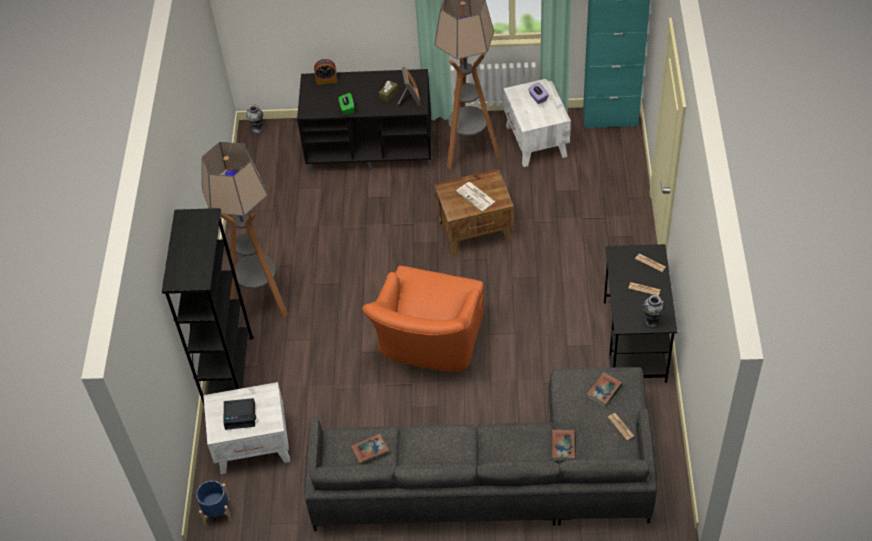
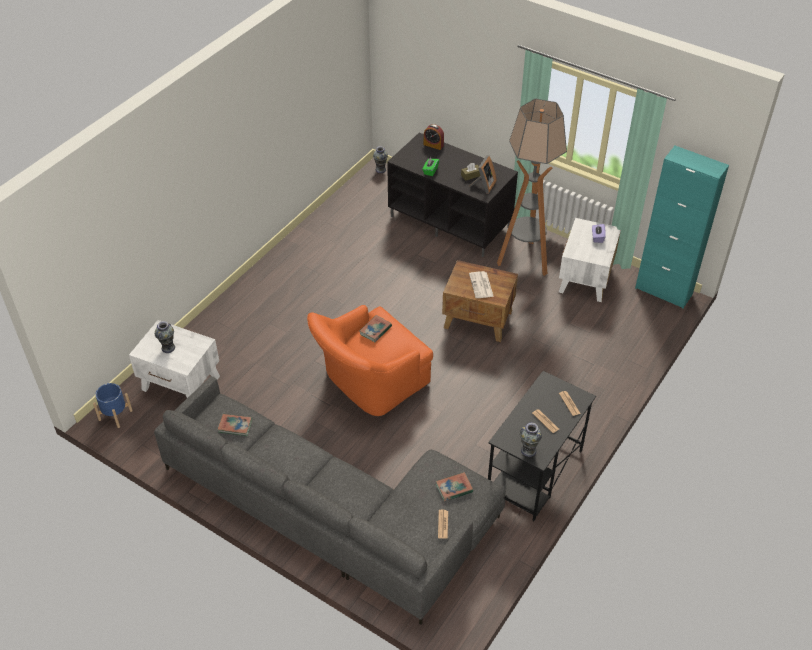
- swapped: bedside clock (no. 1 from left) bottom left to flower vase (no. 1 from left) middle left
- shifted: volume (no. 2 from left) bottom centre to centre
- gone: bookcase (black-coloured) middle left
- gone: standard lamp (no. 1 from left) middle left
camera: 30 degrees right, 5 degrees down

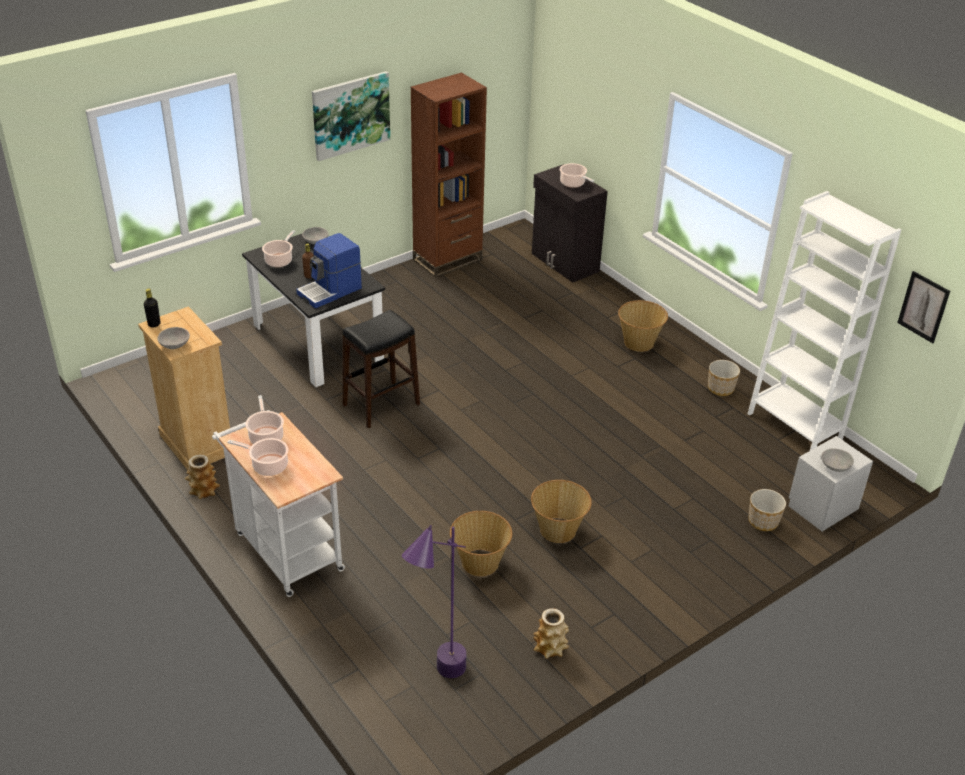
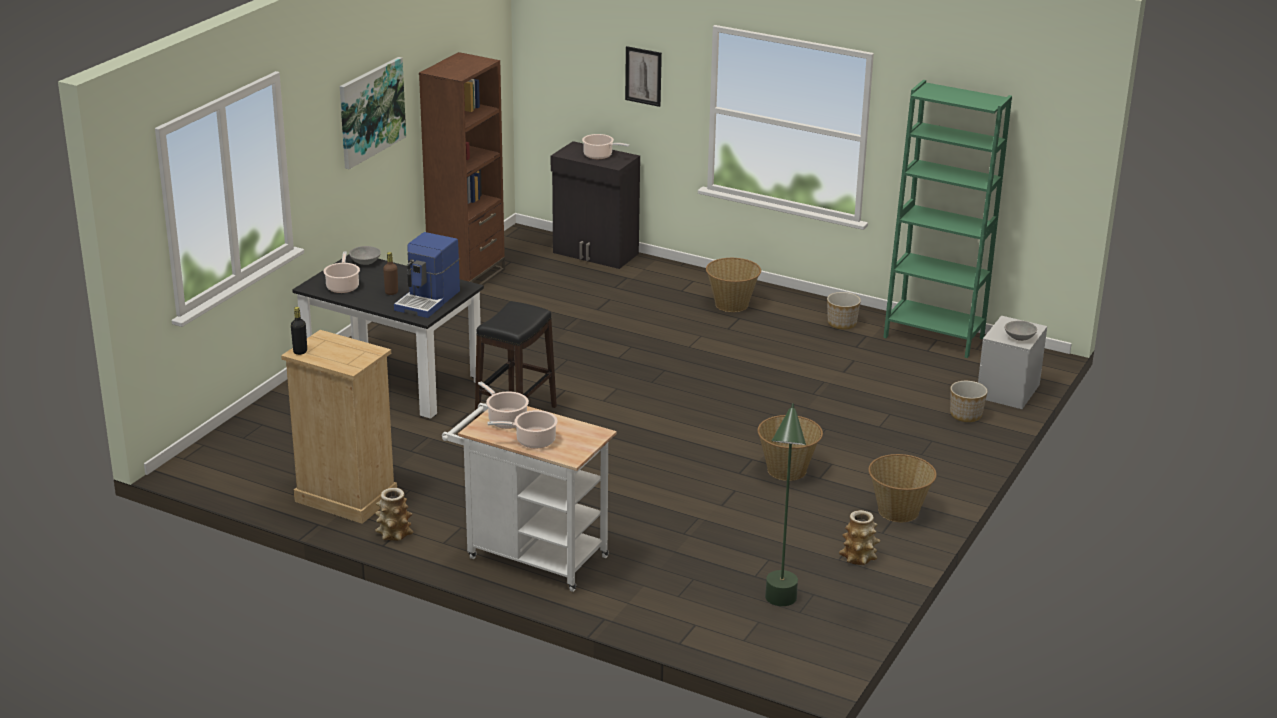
- shifted: picture (no. 2 from left) middle right to top centre
- repainted: standard lamp (purplish) bottom centre to standard lamp (green) bottom centre
- shifted: storage basket (no. 1 from left in the first image) bottom centre to storage basket (no. 3 from left) bottom right
- repainted: bookcase (white) middle right to bookcase (green) top right
- gone: deep dish (grey) (no. 1 from left) middle left
camera: 25 degrees left, 10 degrees down

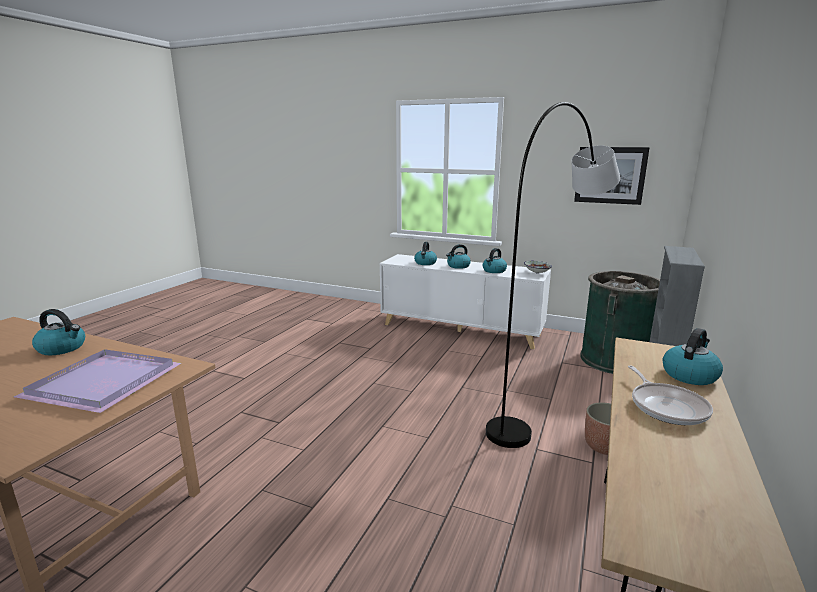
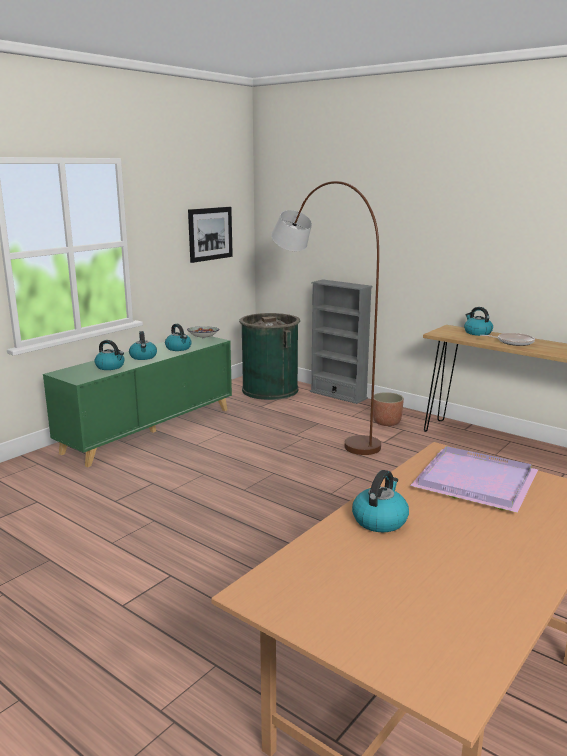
- repainted: storage cabinet (white) centre to storage cabinet (green) middle left
- repainted: standard lamp (grey) middle right to standard lamp (brown) centre
camera: 75 degrees left, 0 degrees up

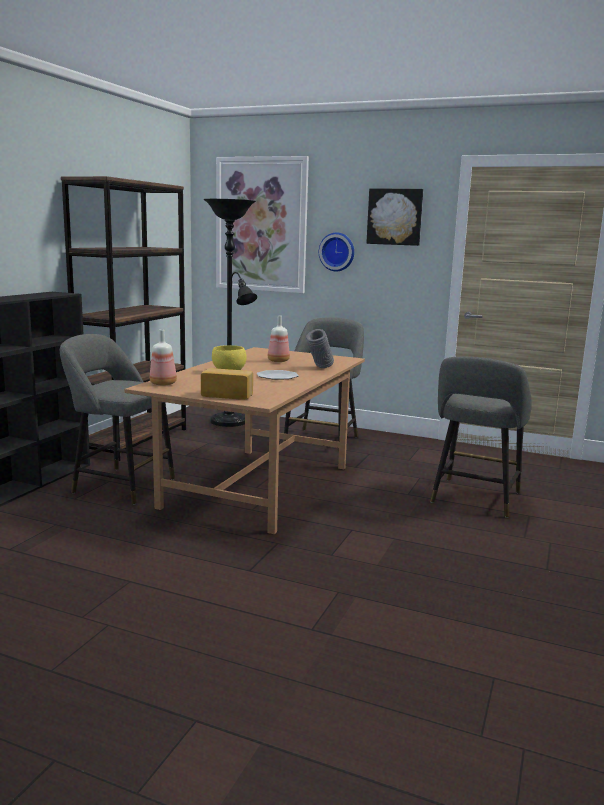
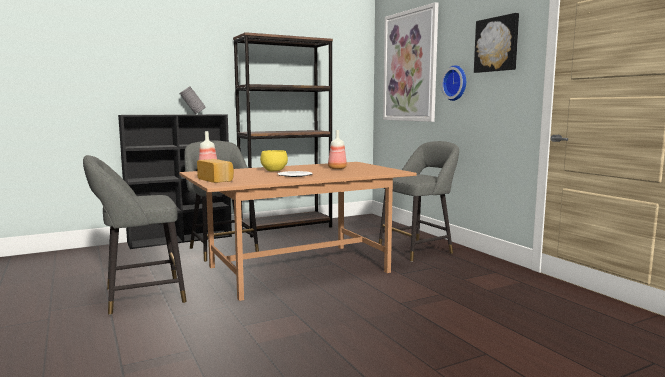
- shifted: stool seat (grey) (no. 3 from left in the first image) middle right to stool seat (grey) (no. 1 from left) middle left
- shifted: flower vase (grey) centre to top left
- gone: standard lamp (black-coloured) centre
camera: 40 degrees right, 5 degrees down

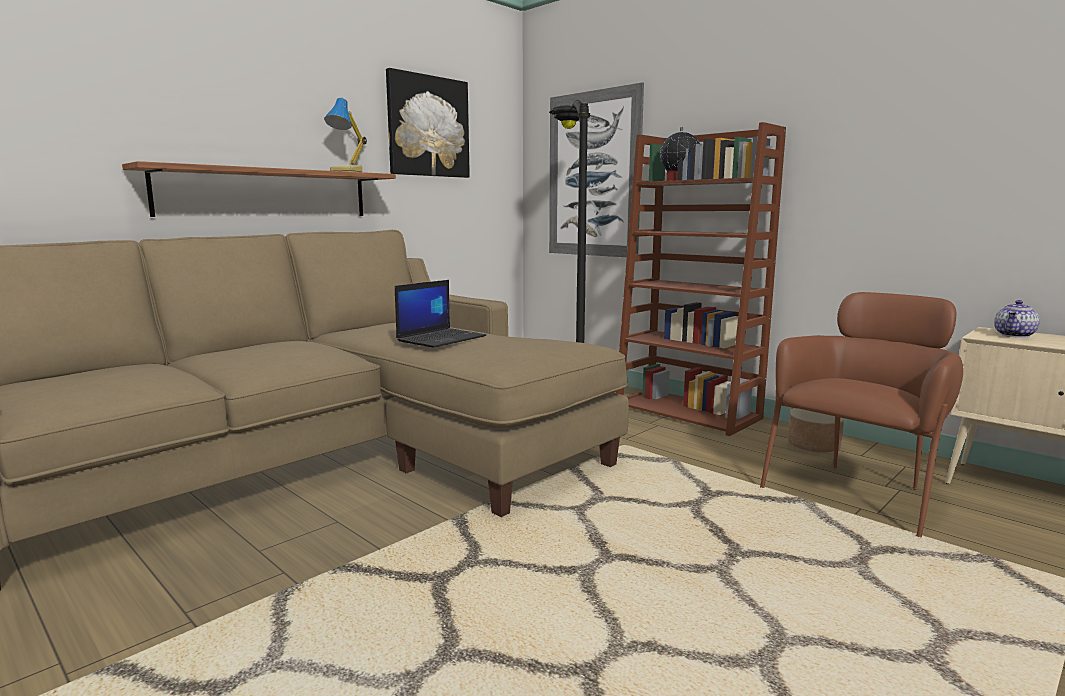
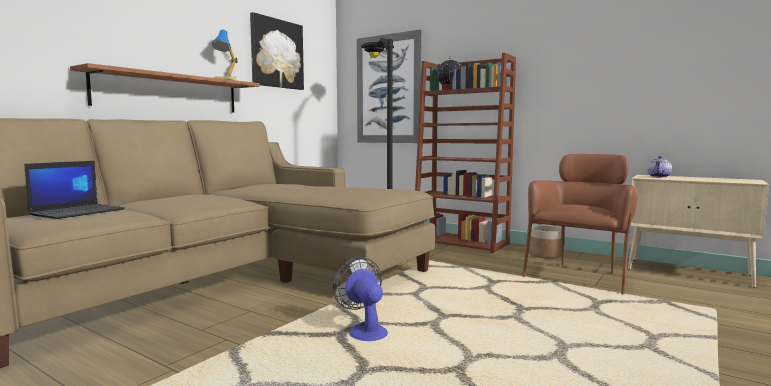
- shifted: portable computer centre to middle left
- new: electric fan bottom centre
camera: 10 degrees left, 5 degrees down

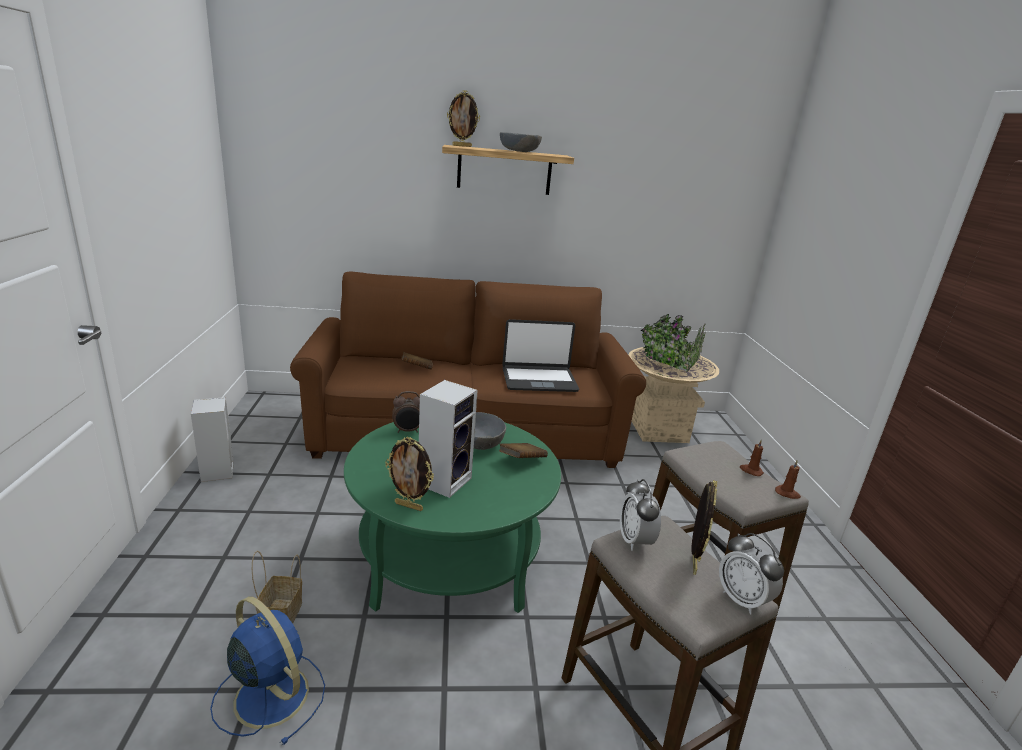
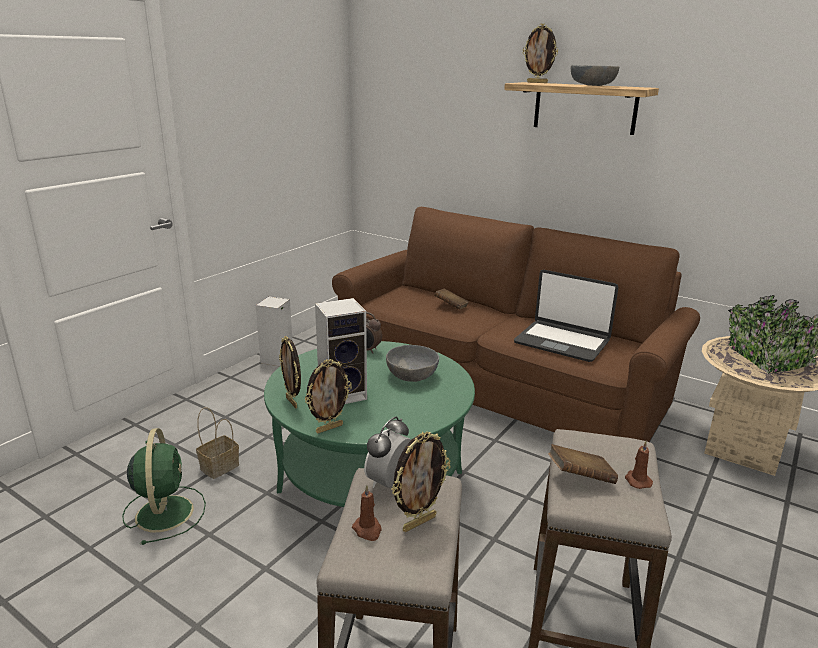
- repainted: electric fan (blue) bottom left to electric fan (green) bottom left
- new: standing frame (no. 2 from left) centre
- shifted: candle (brown) (no. 2 from left in the first image) middle right to candle (brown) (no. 1 from left) bottom centre
- shifted: volume (brown) (no. 2 from left) centre to bottom right
- gone: bedside clock (no. 3 from left) bottom right
camera: 40 degrees right, 0 degrees up

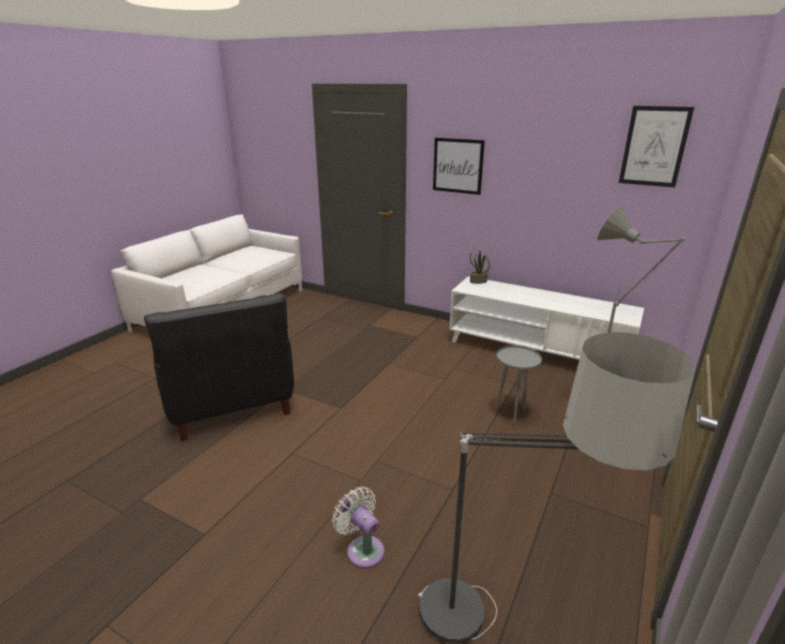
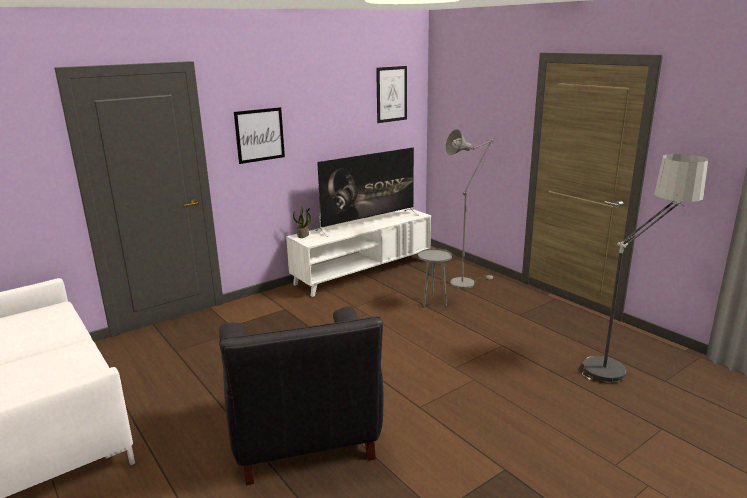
- rotated: lounge chair (black-coloured) middle left = bottom centre 75 degrees clockwise
- new: television centre
- gone: electric fan (white) bottom centre
camera: 65 degrees left, 5 degrees down

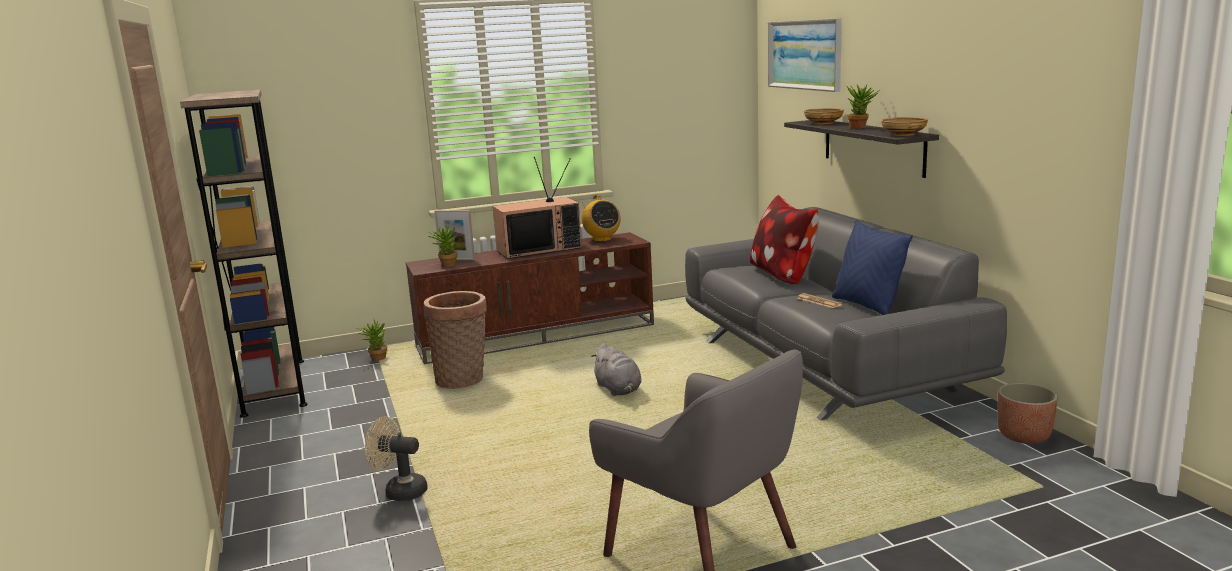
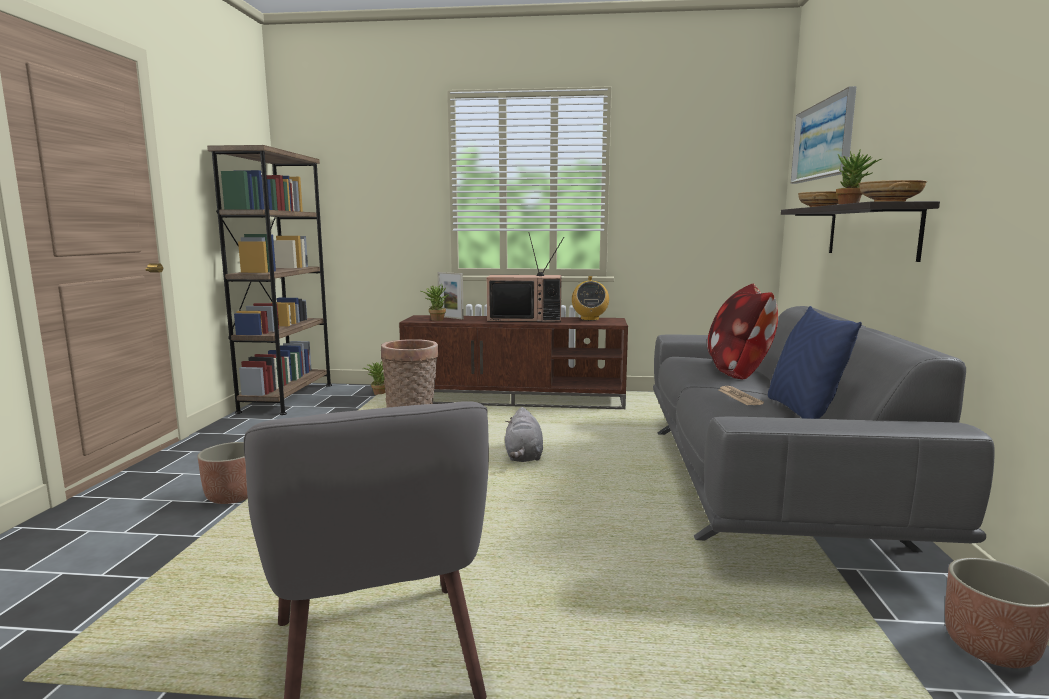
- swapped: electric fan (beige) bottom left to flower pot (no. 1 from left) bottom left
camera: 25 degrees right, 5 degrees down

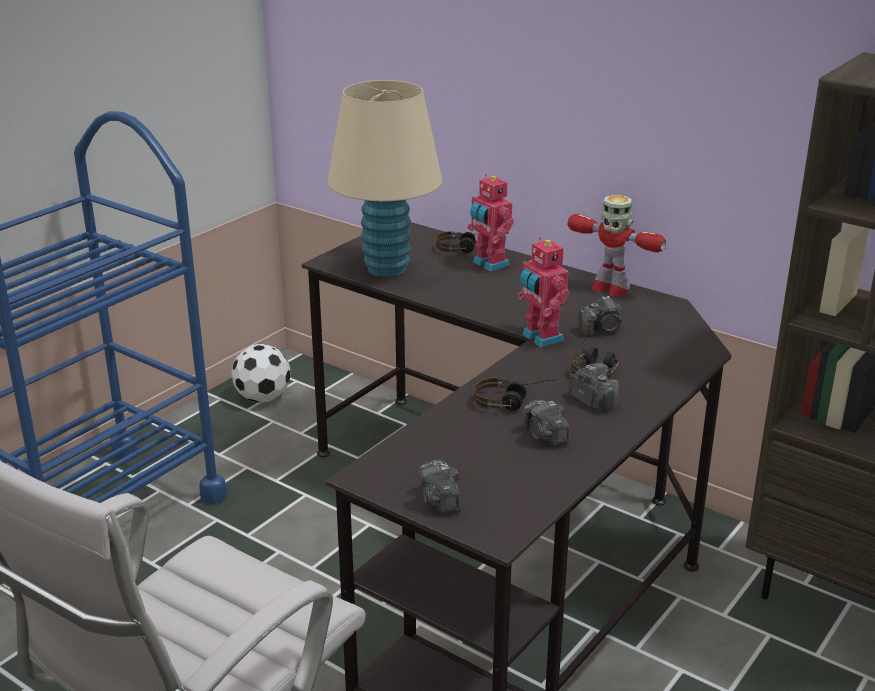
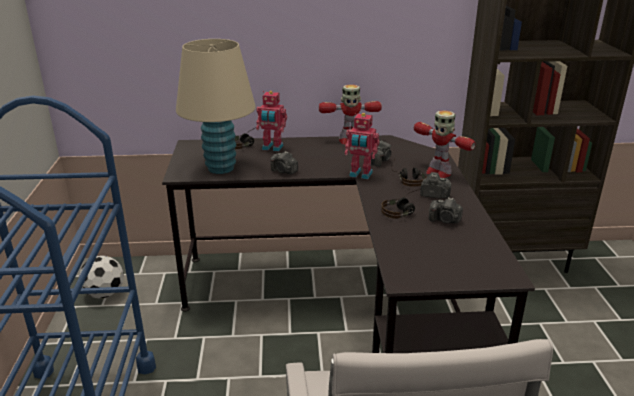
- shifted: photo camera (no. 1 from left) bottom centre to centre
- new: robot figure (no. 4 from left) middle right
camera: 40 degrees left, 0 degrees up

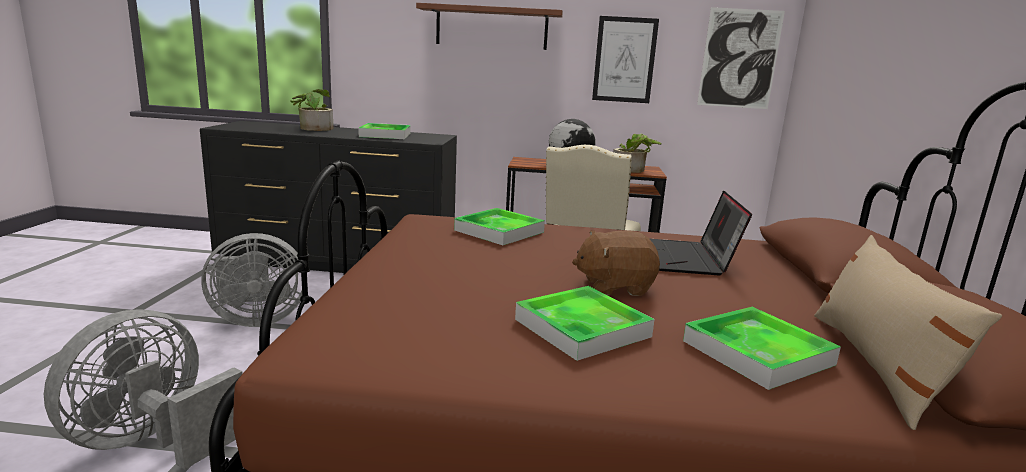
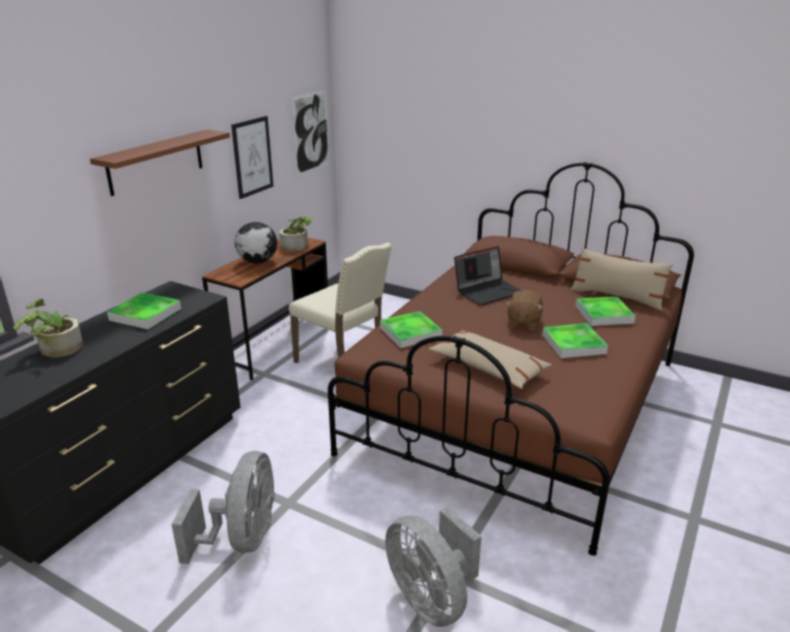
- new: cushion (beige) (no. 1 from left) centre
- rotated: portable computer middle right = centre 60 degrees counterclockwise
camera: 65 degrees left, 10 degrees up

